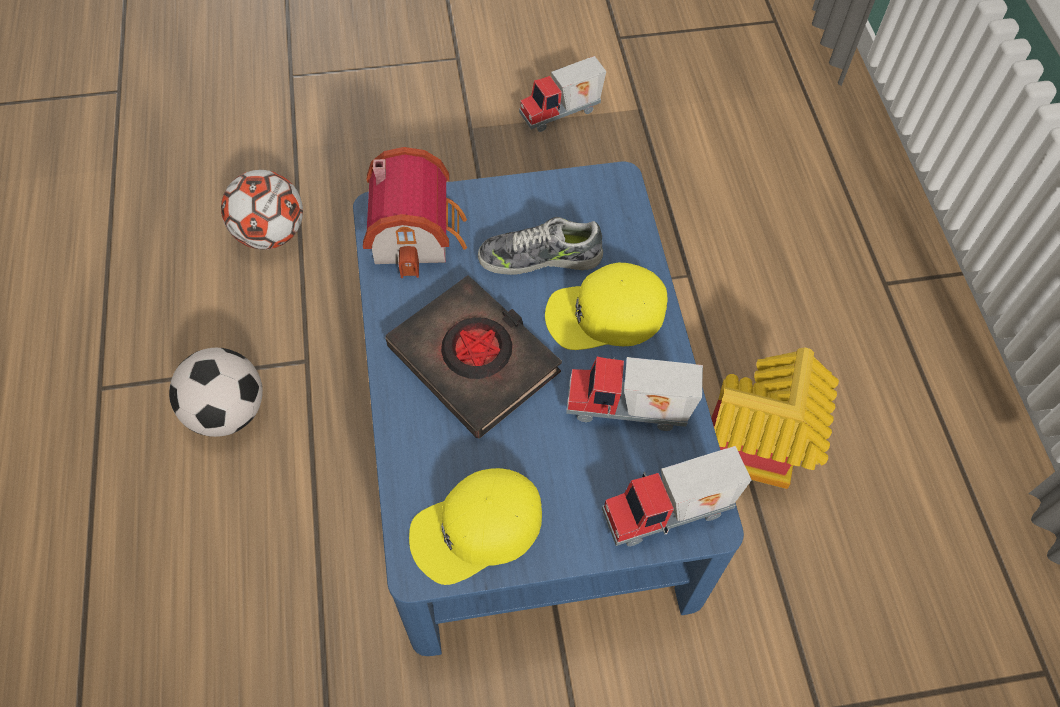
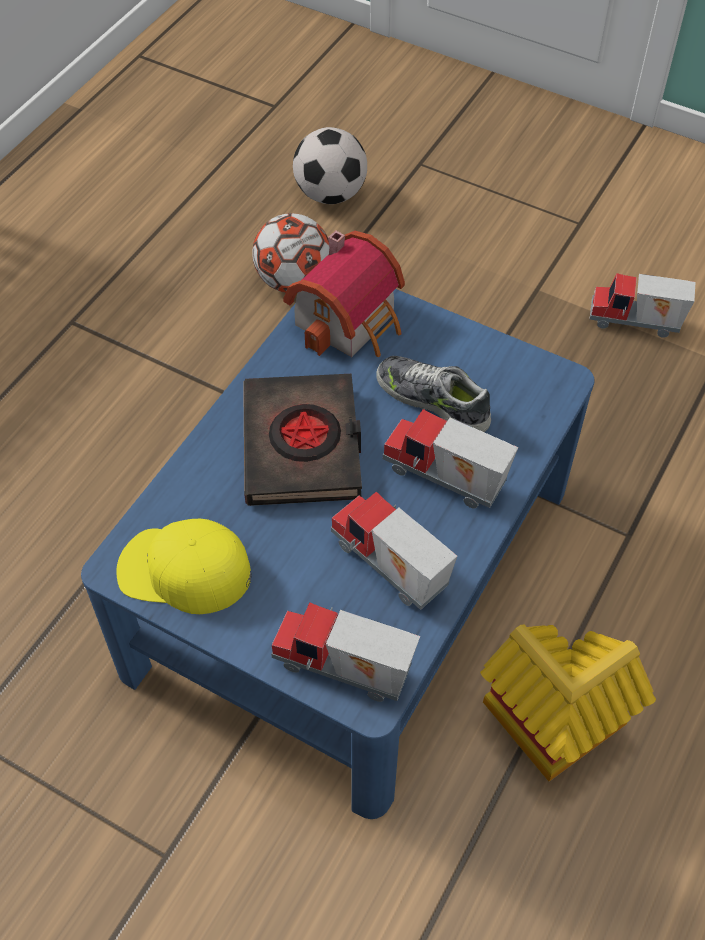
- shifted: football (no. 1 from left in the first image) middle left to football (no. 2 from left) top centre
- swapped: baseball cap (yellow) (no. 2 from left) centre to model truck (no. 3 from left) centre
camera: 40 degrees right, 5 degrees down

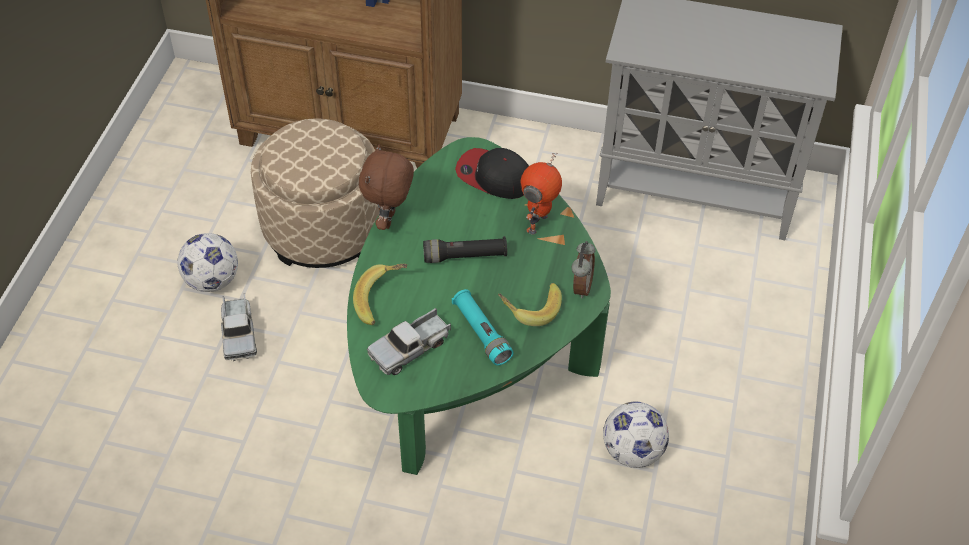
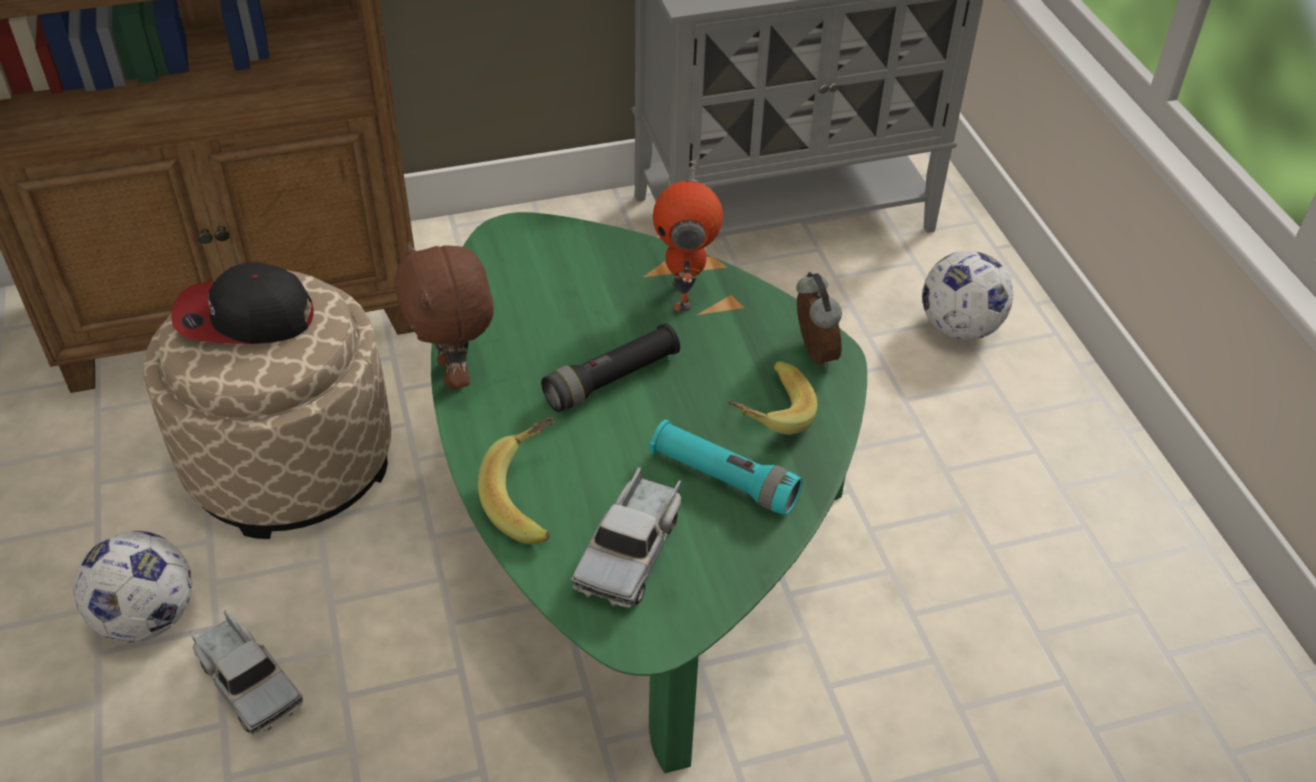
- shifted: baseball cap top centre to middle left
- shifted: football (no. 2 from left) bottom centre to middle right
camera: 30 degrees left, 5 degrees down

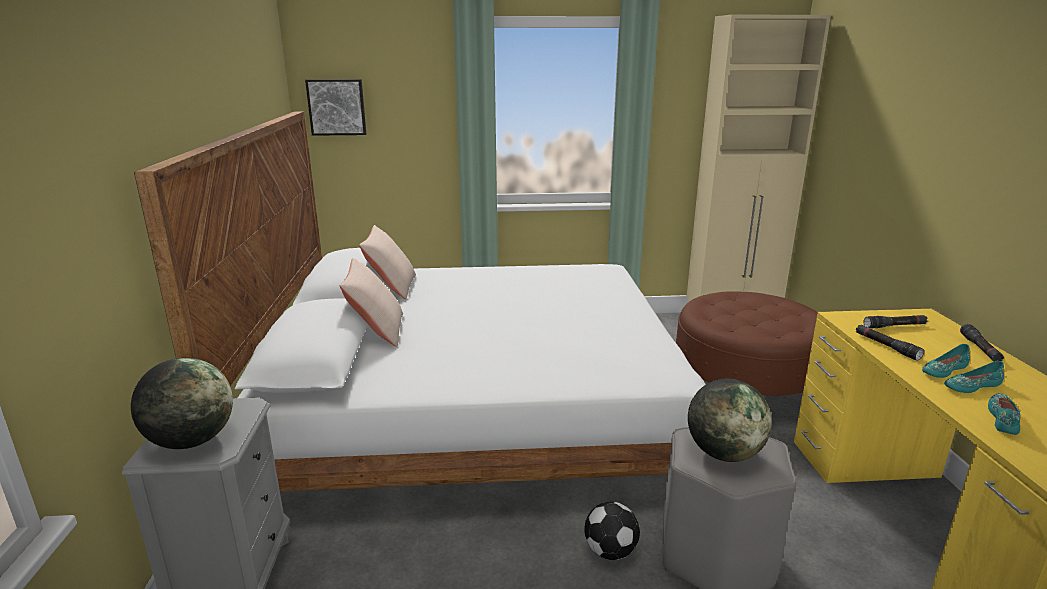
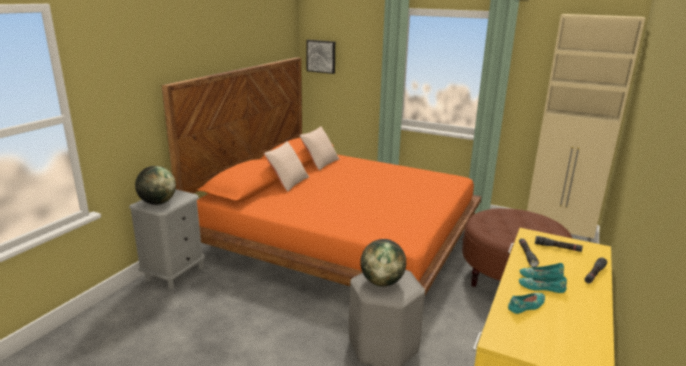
- repainted: bed (white) centre to bed (orange-coloured) centre
- gone: football bottom centre
camera: 30 degrees right, 0 degrees up

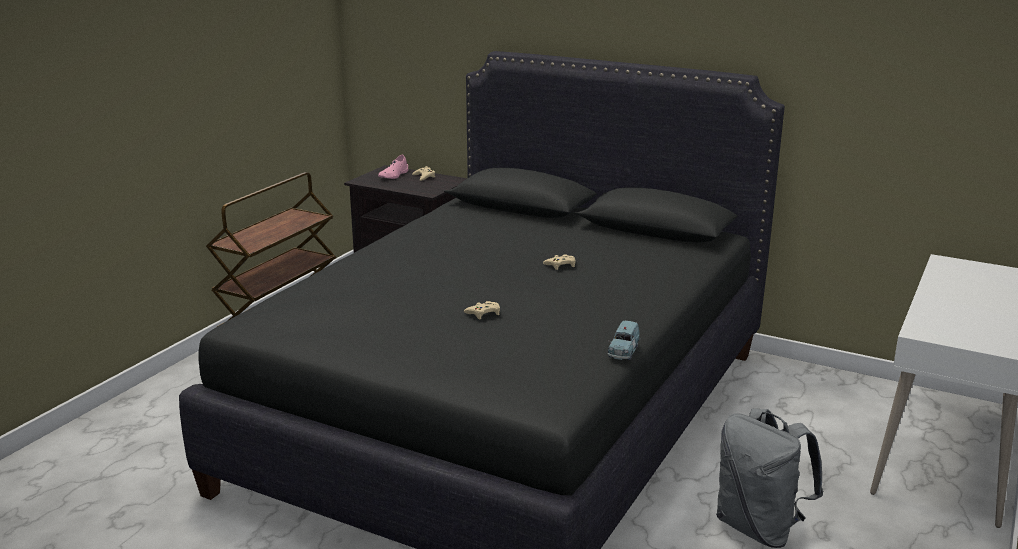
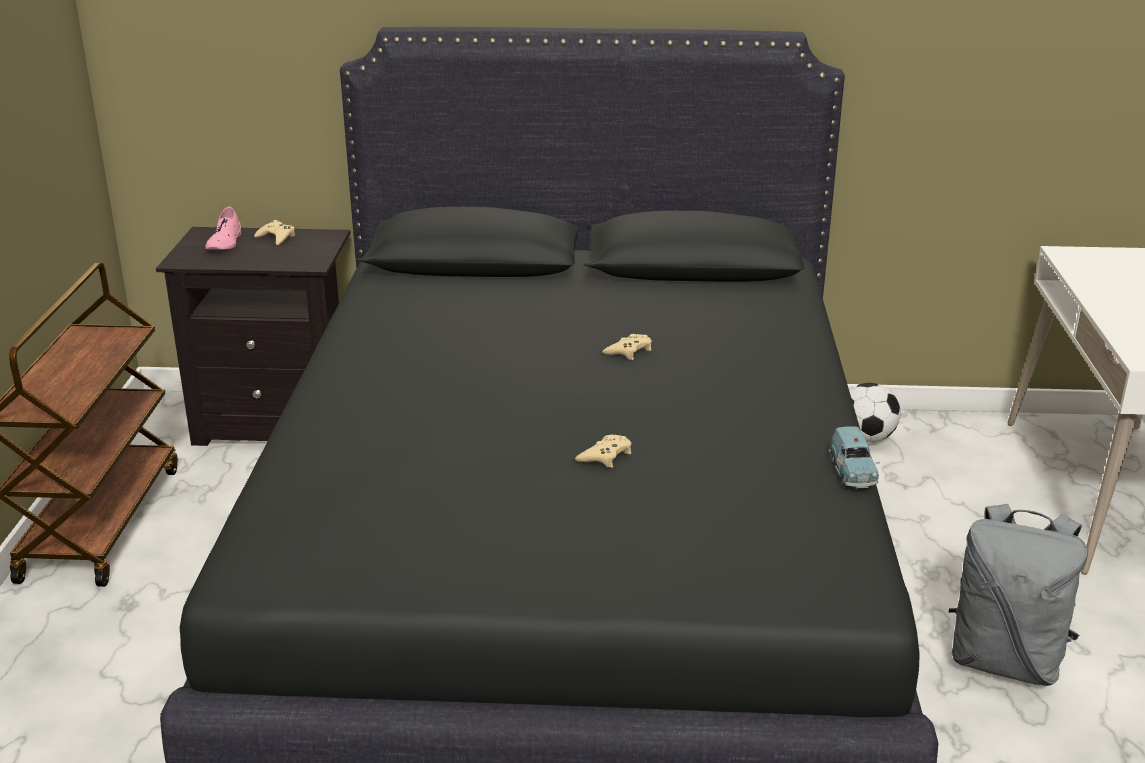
- new: football middle right
camera: 25 degrees left, 5 degrees up

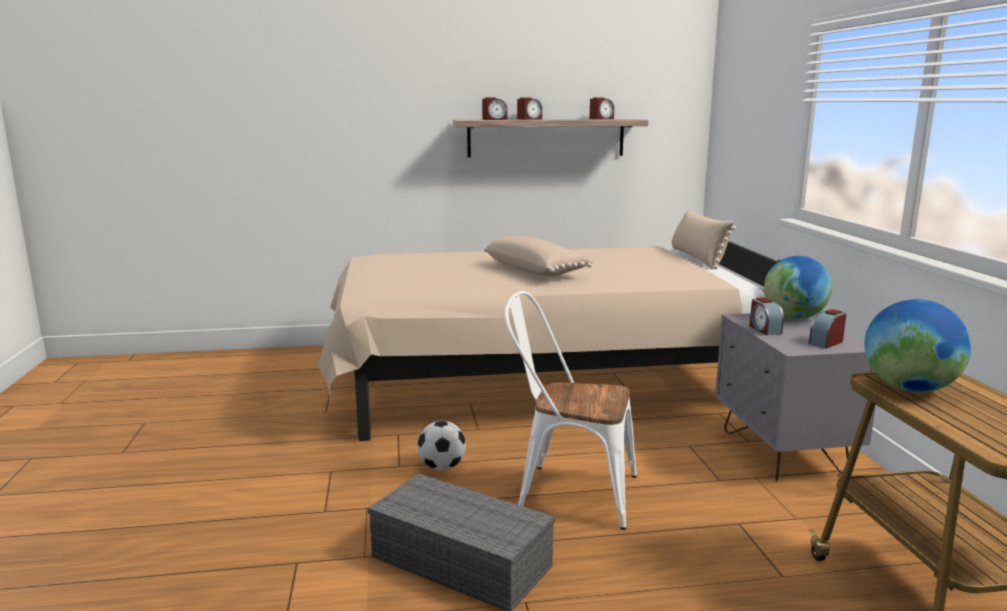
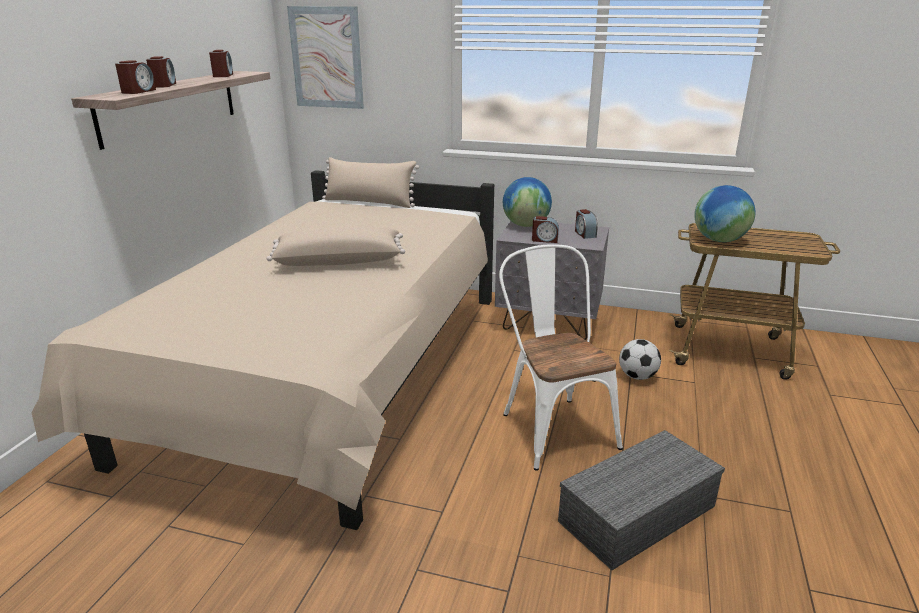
- new: picture top centre
- rotated: chair (white) bottom centre = centre 120 degrees clockwise
- shifted: football bottom centre to middle right
camera: 65 degrees left, 10 degrees up

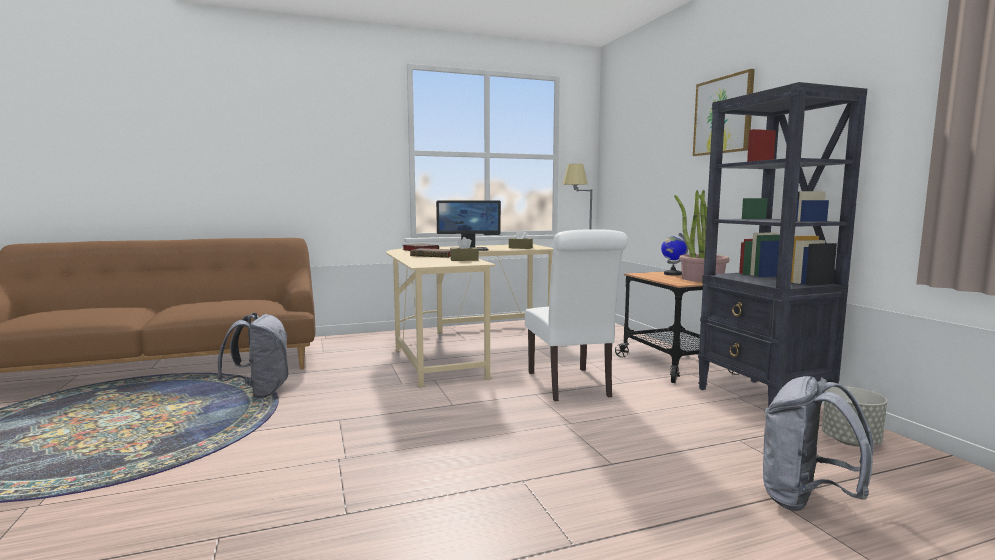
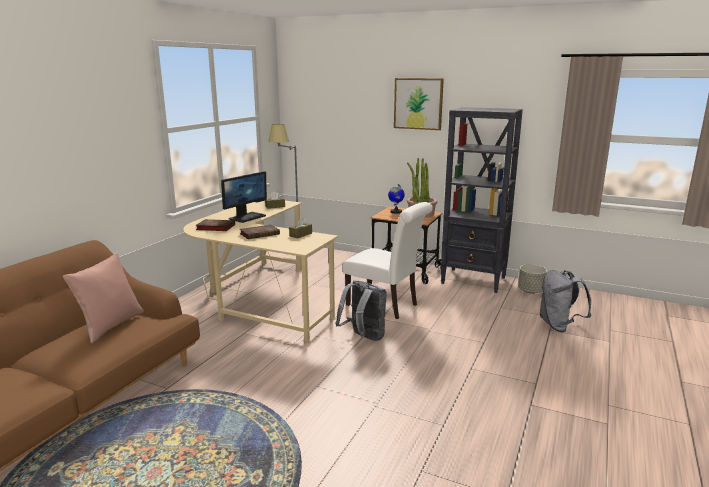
- new: cushion (pink-coloured) middle left
- shifted: backpack (grey) (no. 1 from left) middle left to centre
camera: 45 degrees left, 10 degrees up

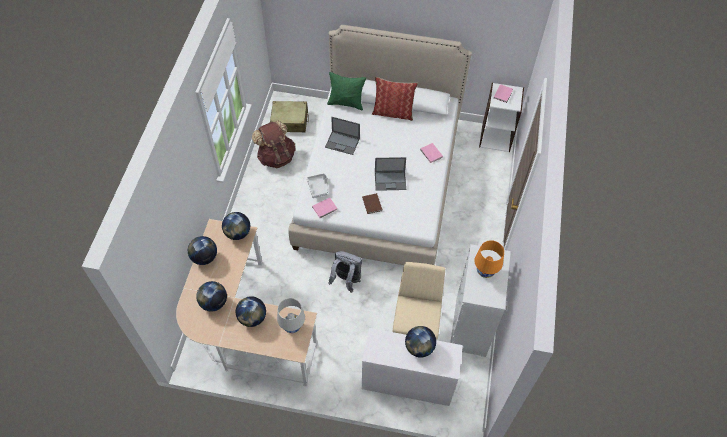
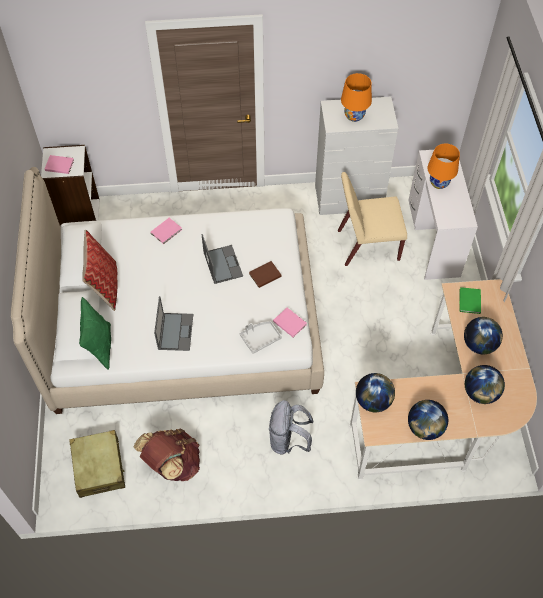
- shifted: backpack (grey) centre to bottom centre
- swapped: desk globe (no. 5 from left) bottom centre to table lamp (orange-coloured) (no. 2 from left) top right
- swapped: table lamp (white) bottom centre to volume (green) middle right
camera: 105 degrees left, 0 degrees up

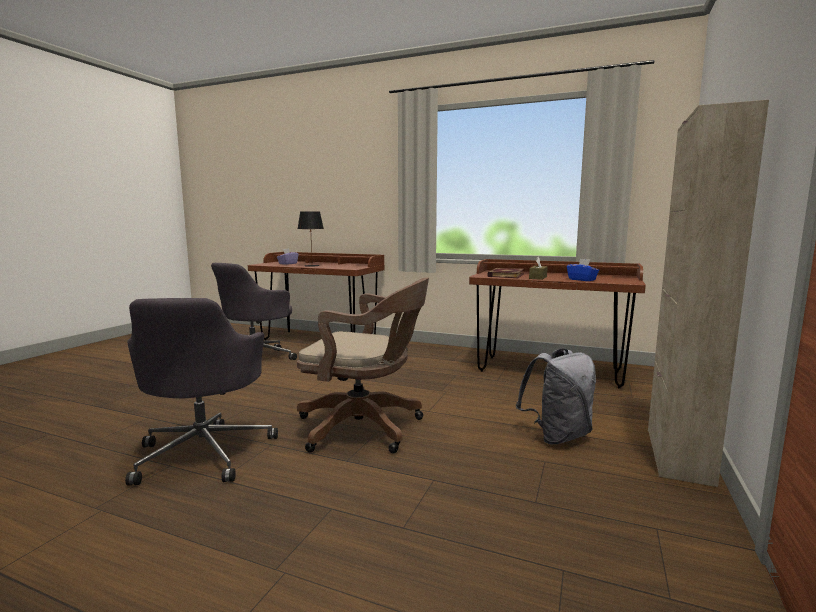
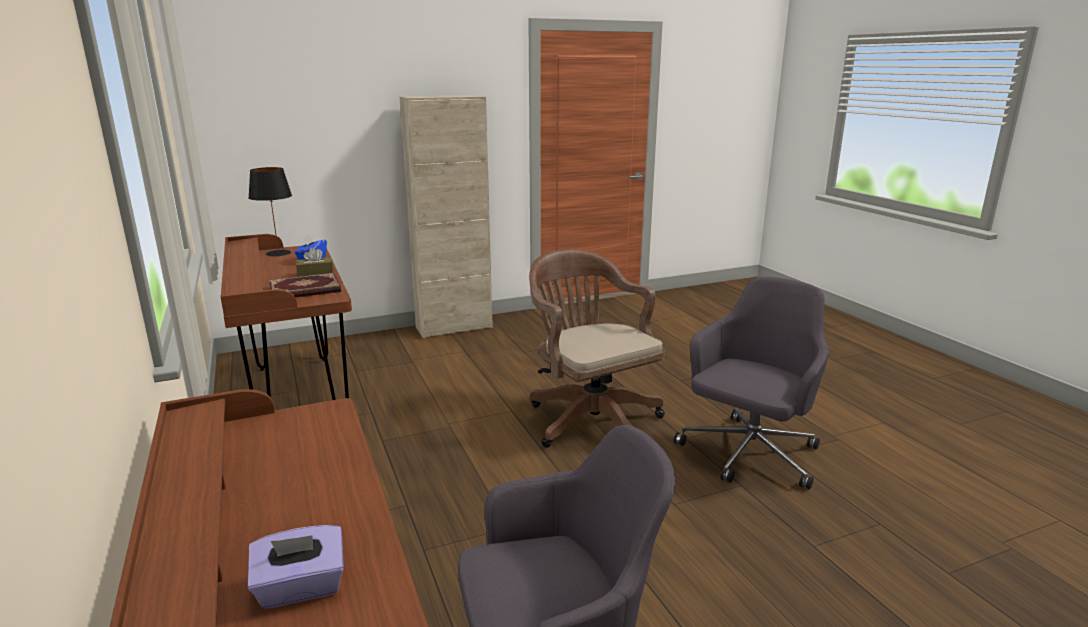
- shifted: table lamp (black-coloured) centre to middle left
- gone: backpack (grey) middle right
camera: 135 degrees left, 10 degrees up

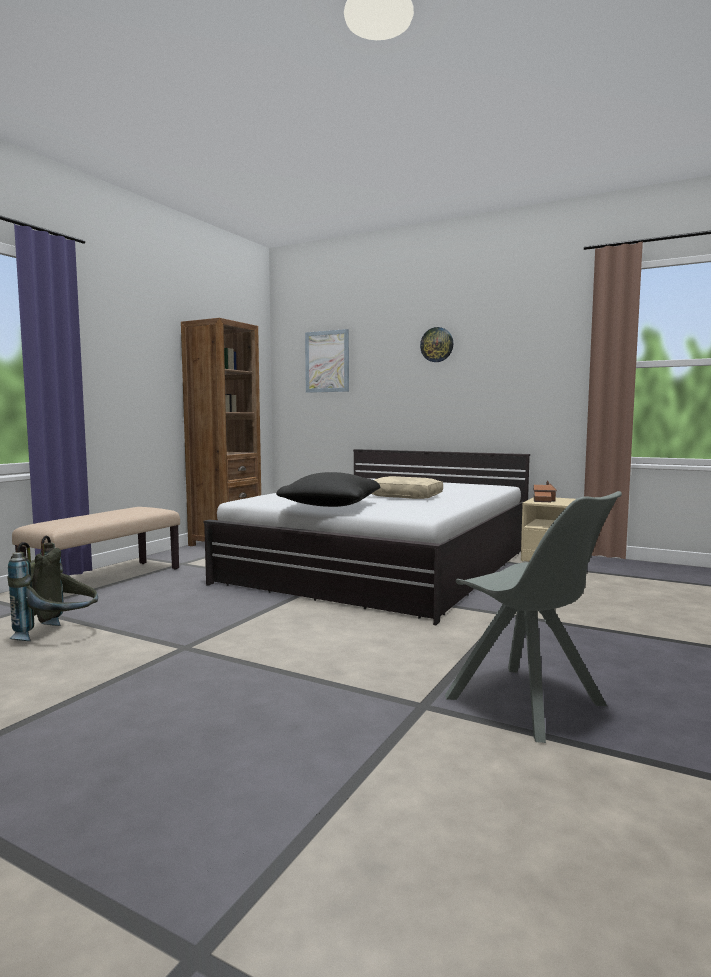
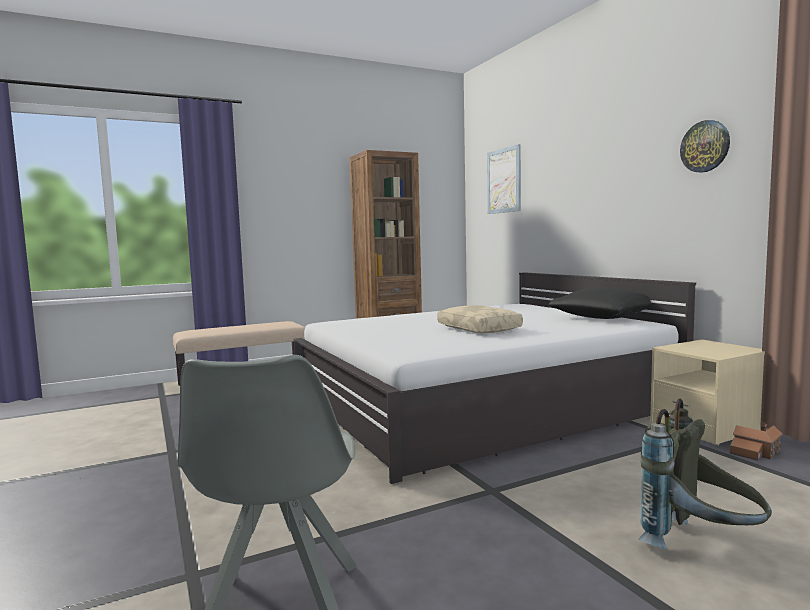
- shifted: cushion (black-coloured) centre to middle right
- shifted: backpack (grey) middle left to bottom right
- shifted: wall clock centre to top right
- shifted: toy house middle right to bottom right
camera: 35 degrees right, 0 degrees up

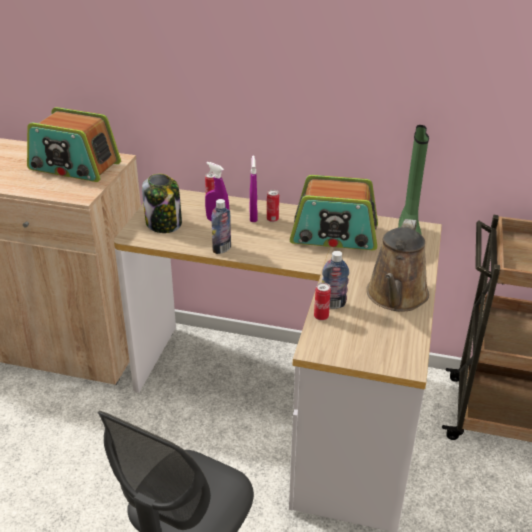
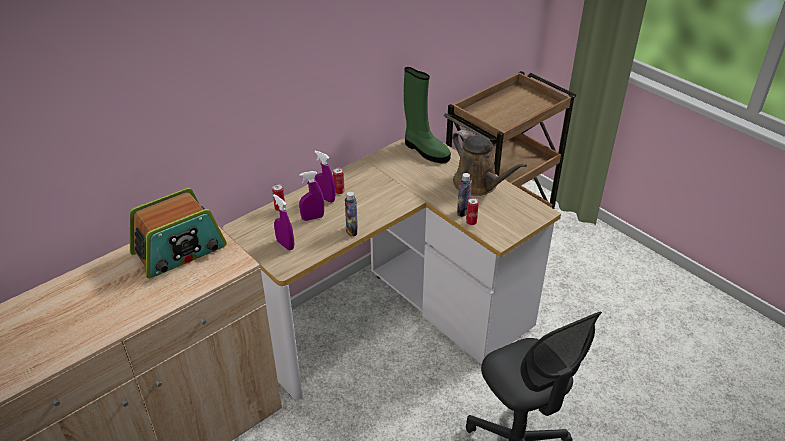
- swapped: preserve jar middle left to spray bottle (purplish) (no. 1 from left) centre
- gone: radio set (no. 2 from left) centre
camera: 55 degrees left, 5 degrees up

